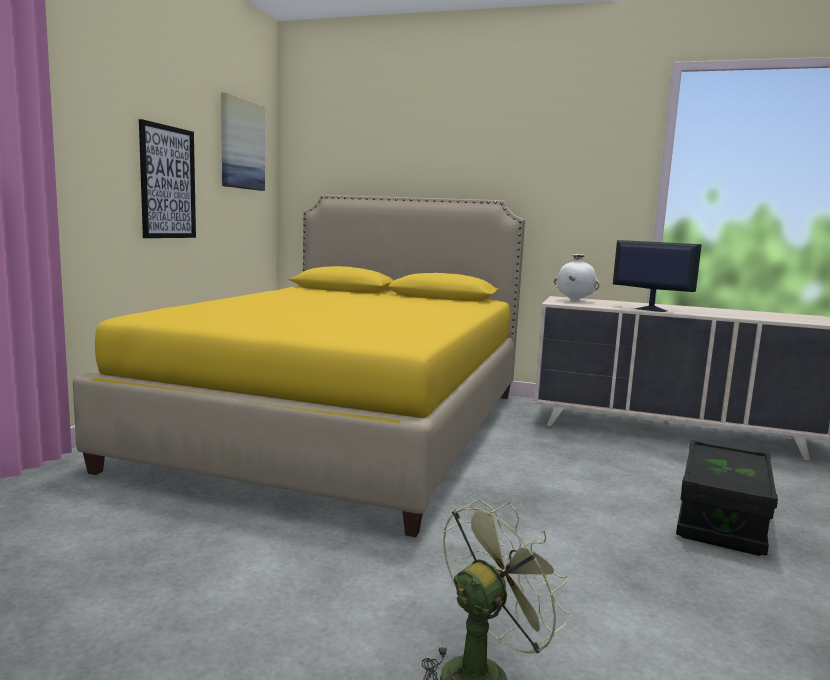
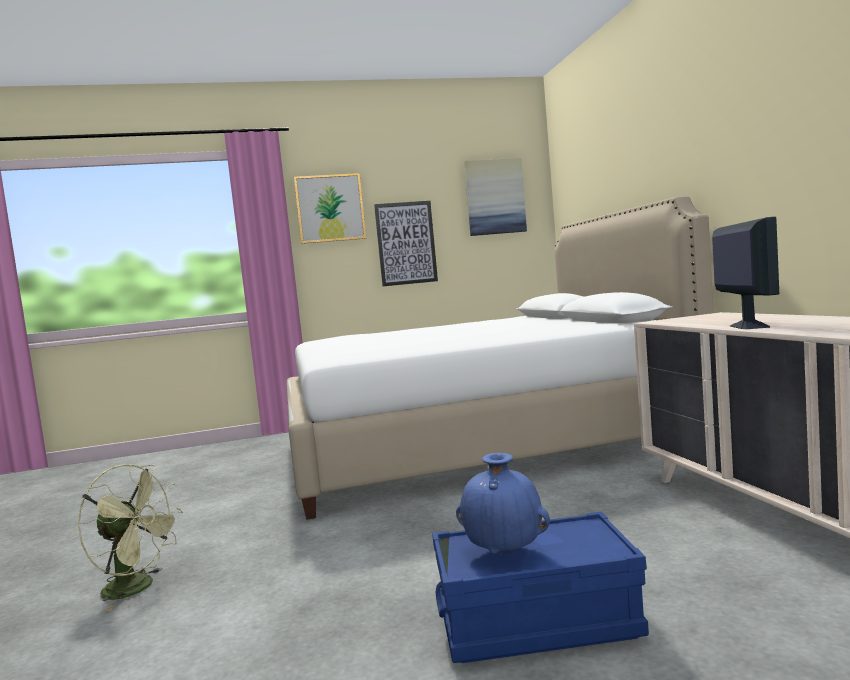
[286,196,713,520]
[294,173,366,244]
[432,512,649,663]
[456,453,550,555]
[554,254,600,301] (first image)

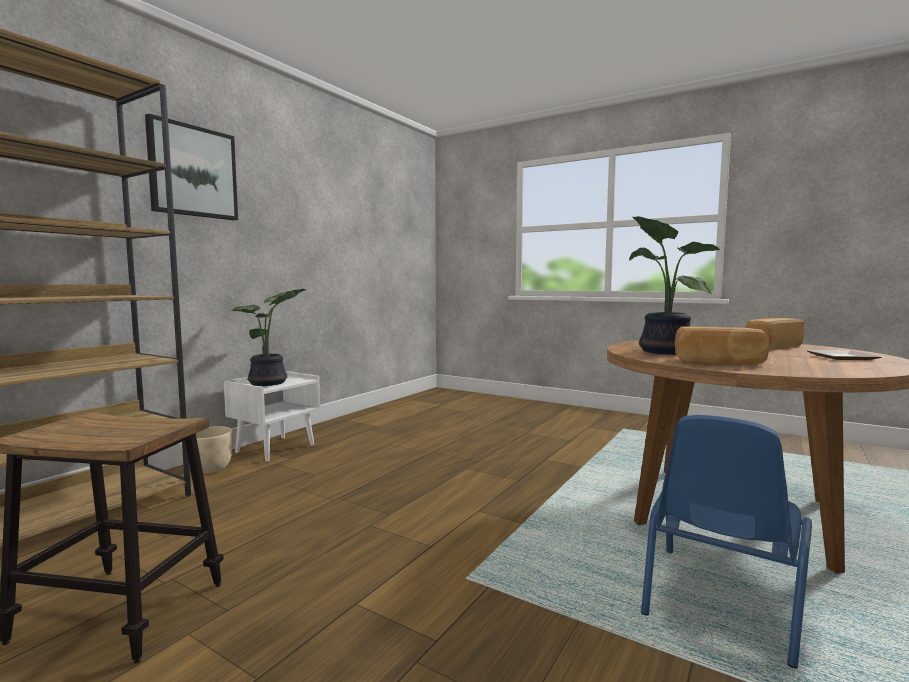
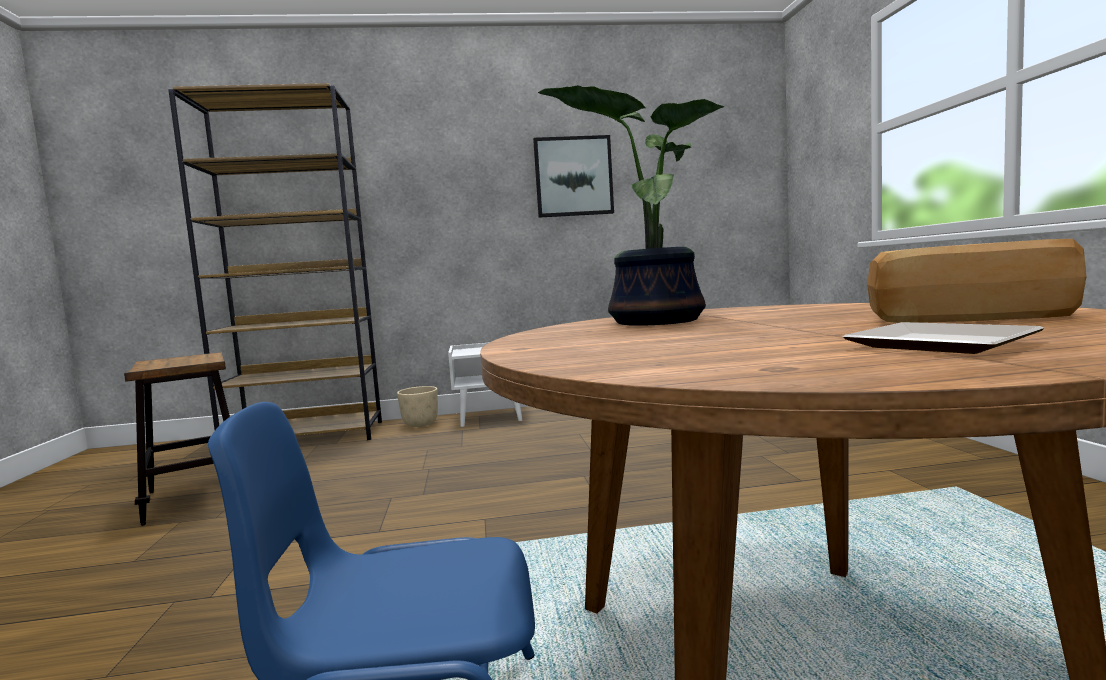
[533,135,614,218]
[230,289,306,386] (first image)
[675,326,769,365] (first image)

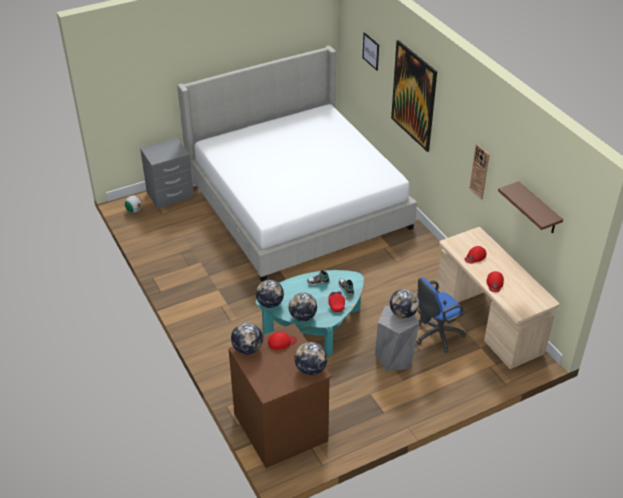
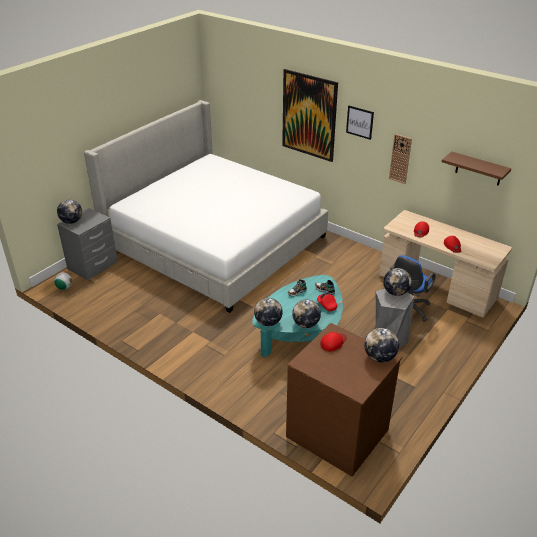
[57,199,82,224]
[346,106,374,140]

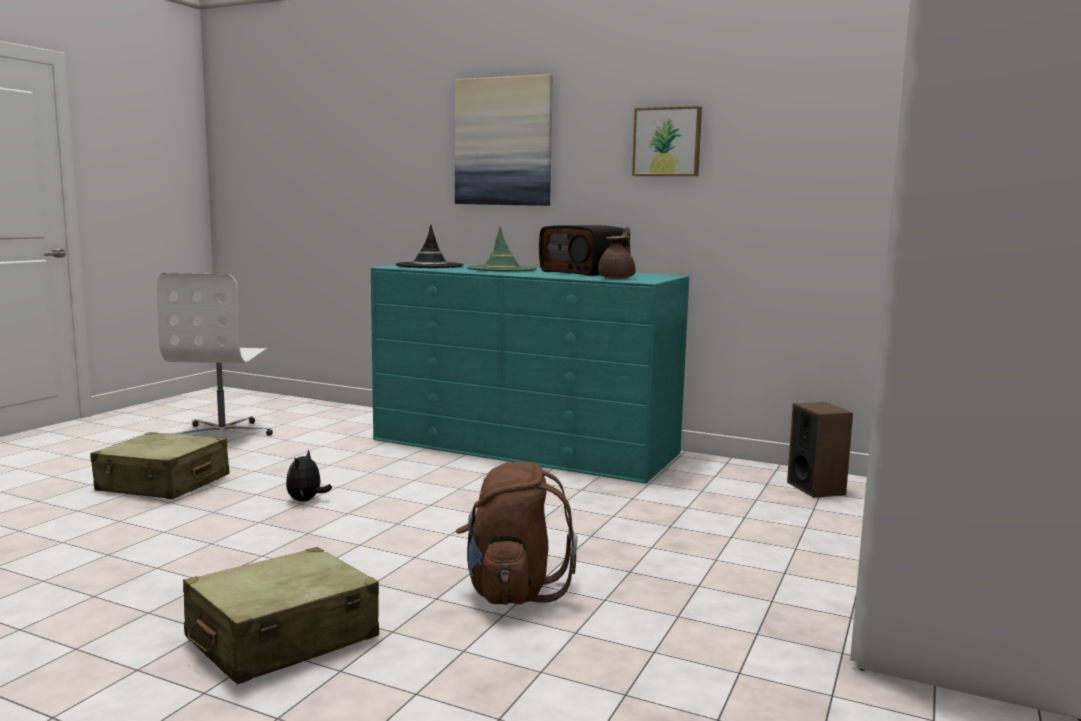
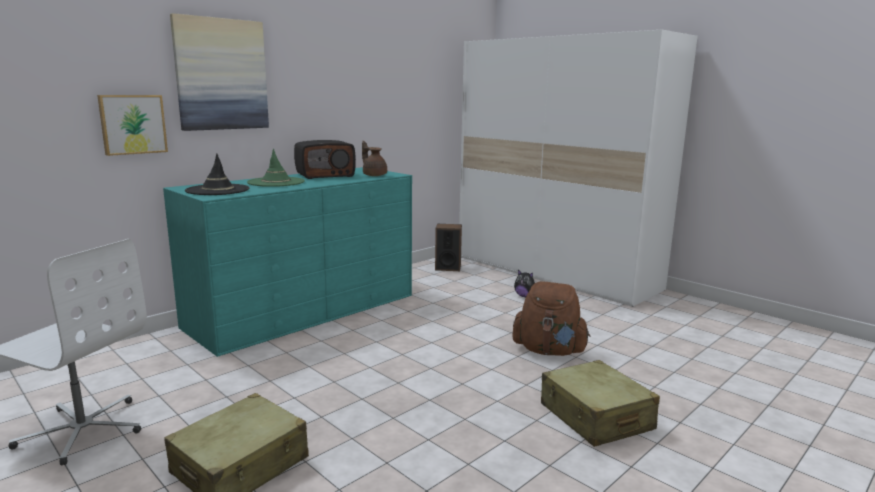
[97,95,168,156]
[514,270,535,297]

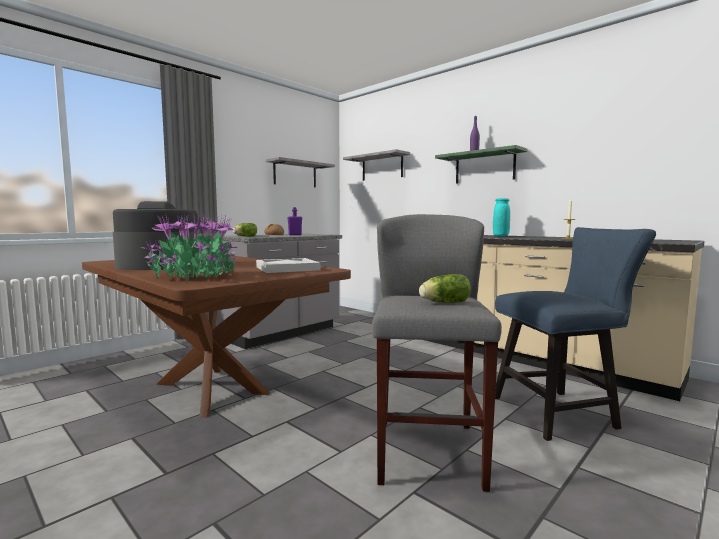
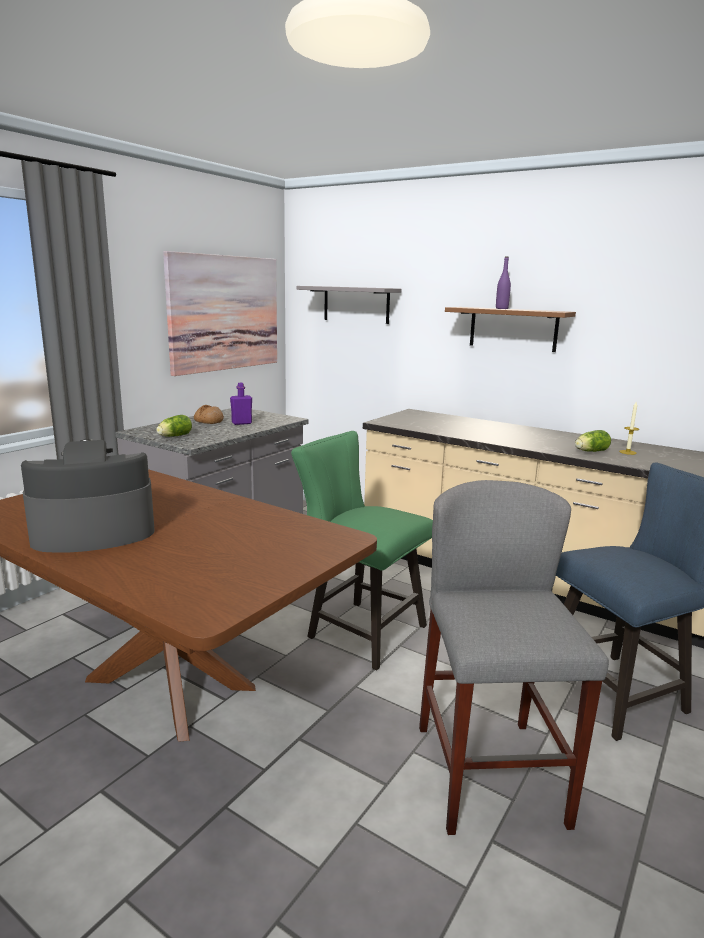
[163,251,277,376]
[291,431,433,671]
[445,307,576,352]
[575,430,611,452]
[142,214,238,281] (first image)
[256,258,320,273] (first image)
[493,198,510,236] (first image)

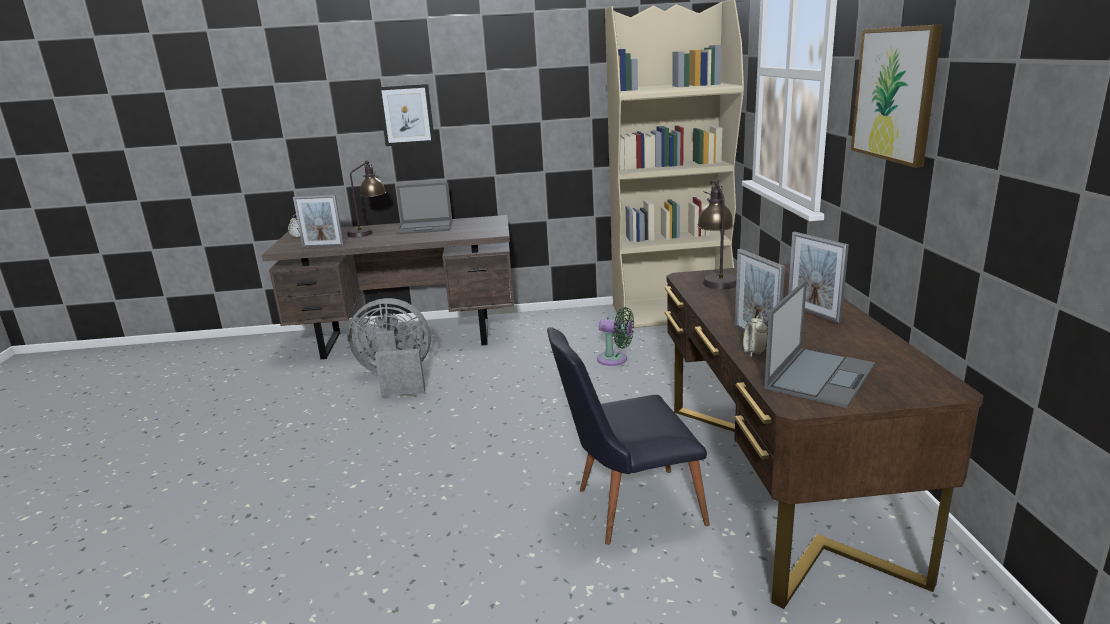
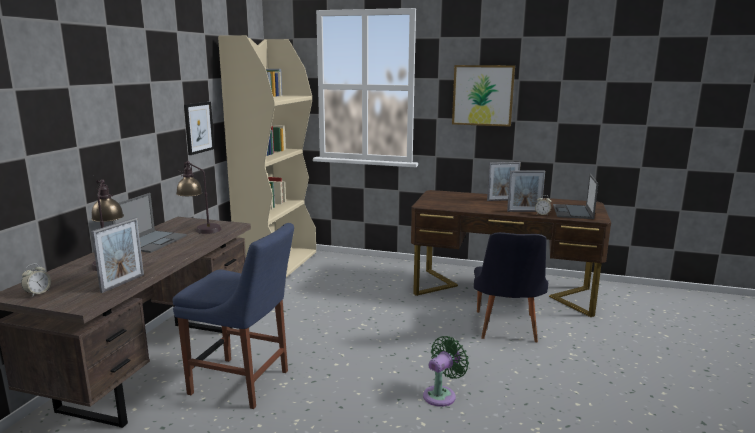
[173,223,294,409]
[176,161,221,234]
[184,102,215,155]
[423,336,469,407]
[553,174,598,219]

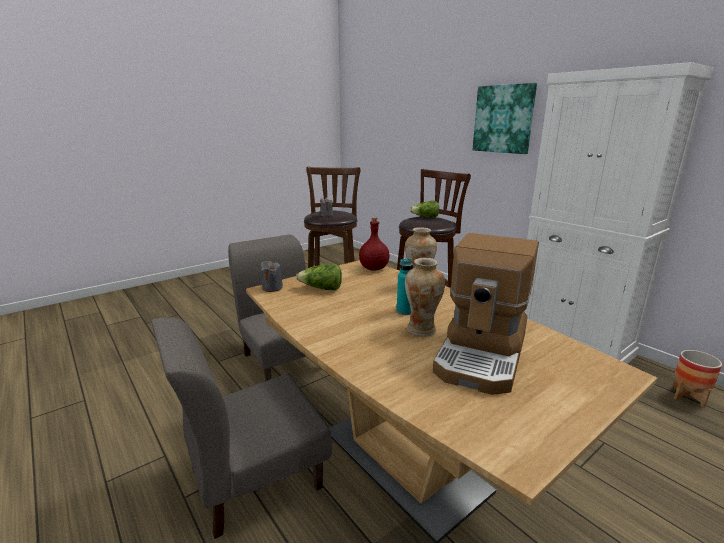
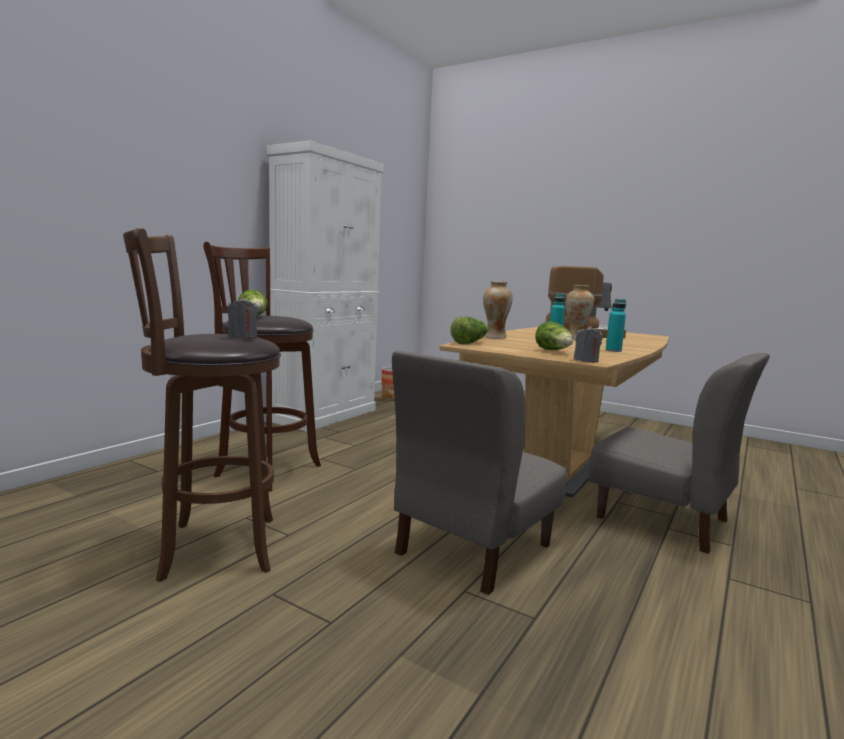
[450,317,488,344]
[606,299,626,352]
[473,83,537,154] (first image)

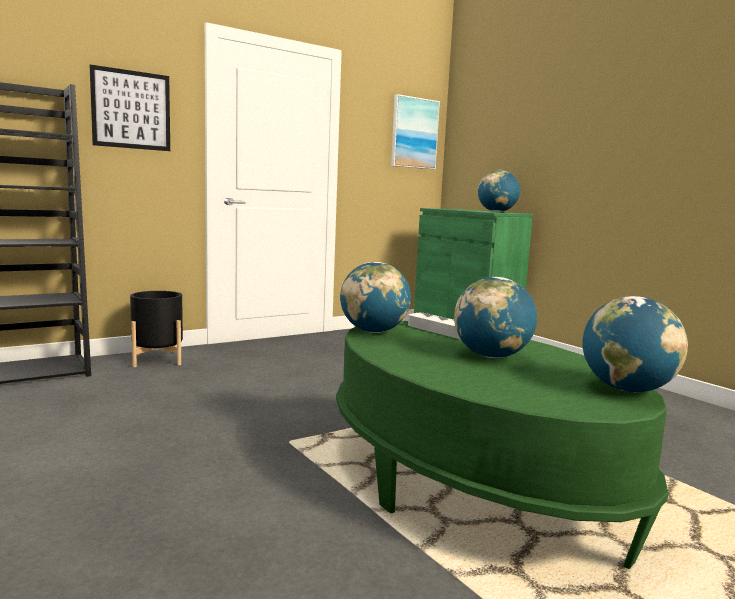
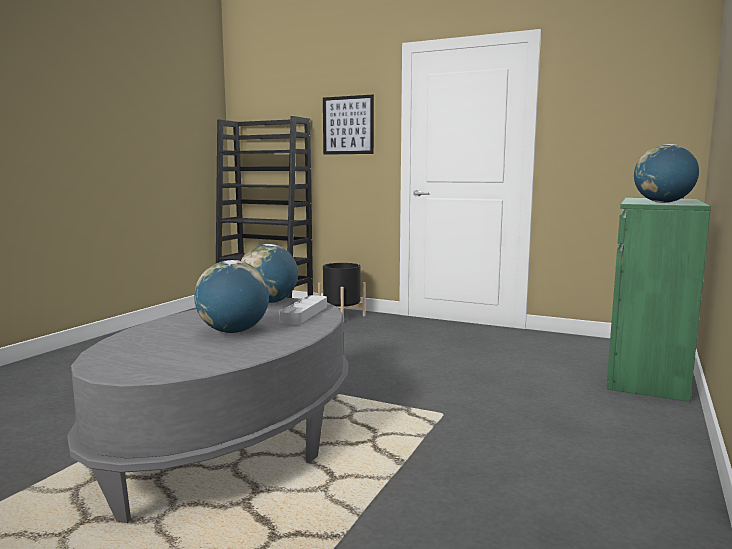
[67,298,349,523]
[391,94,440,169] (first image)
[582,296,688,392] (first image)

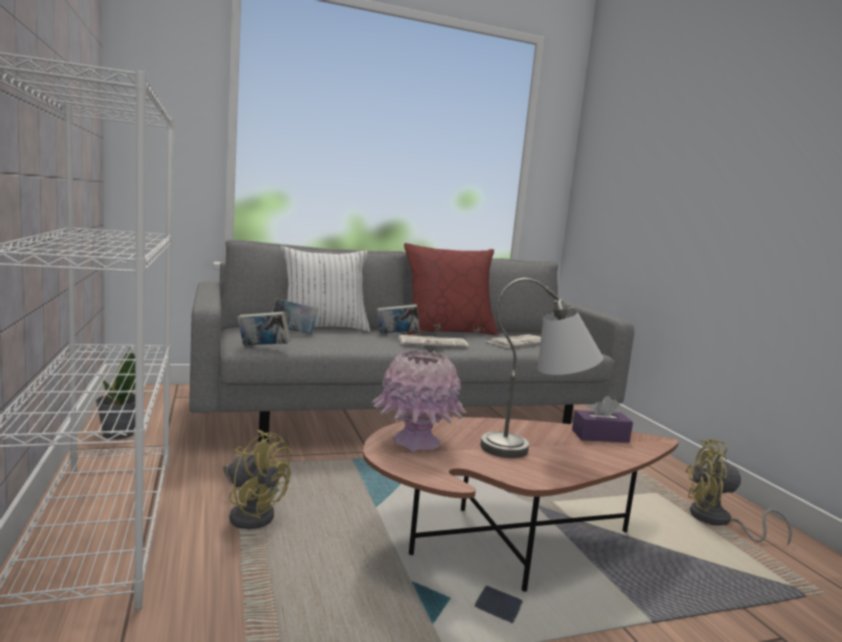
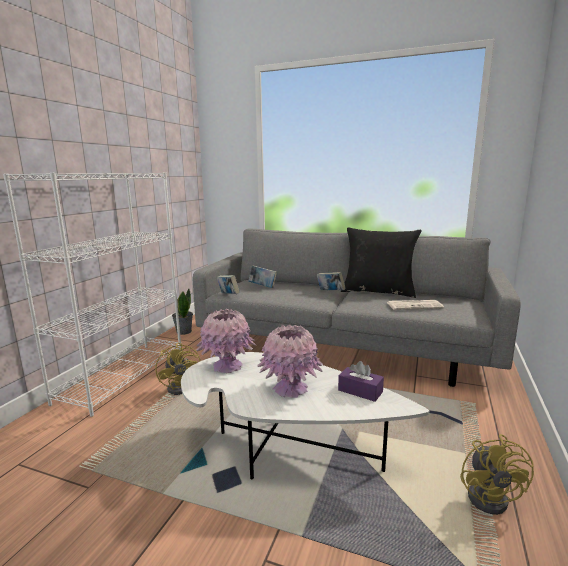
[181,352,429,479]
[257,325,323,398]
[341,227,421,298]
[460,434,534,515]
[281,246,370,332] (first image)
[398,335,469,348] (first image)

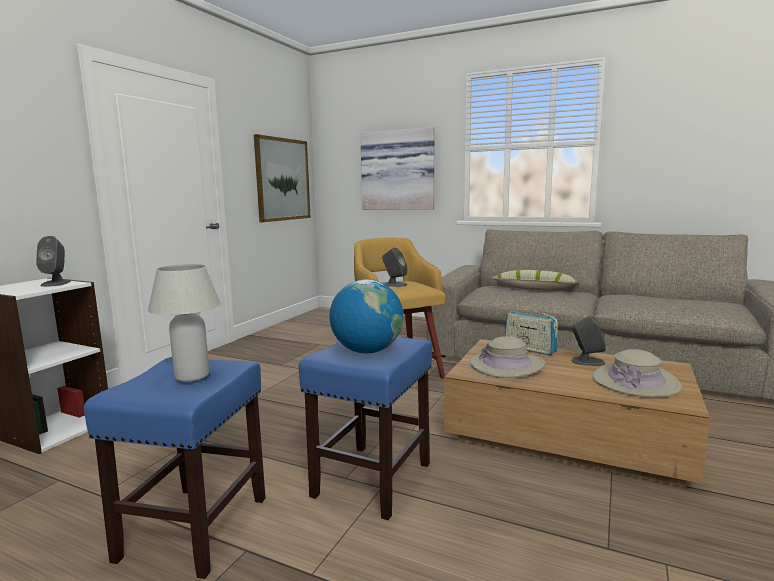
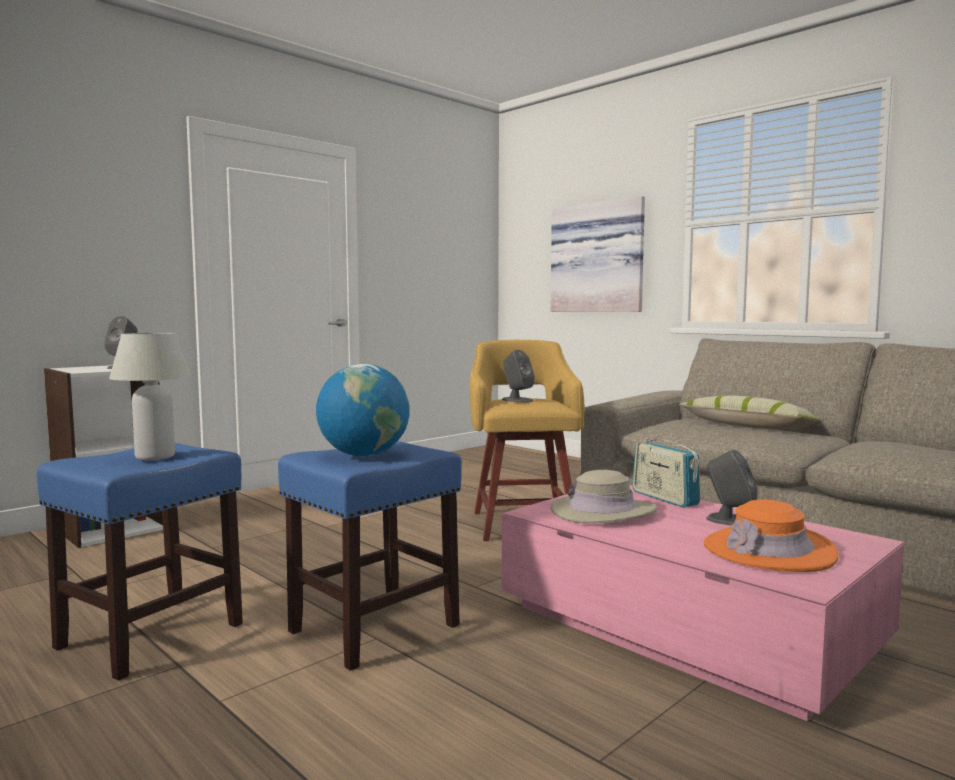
[502,485,904,721]
[704,499,839,572]
[254,134,311,222] (first image)

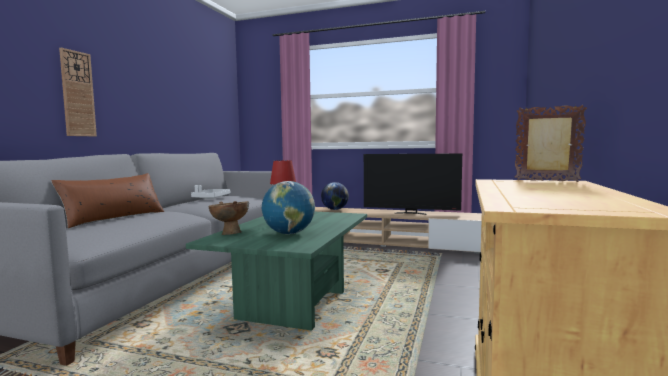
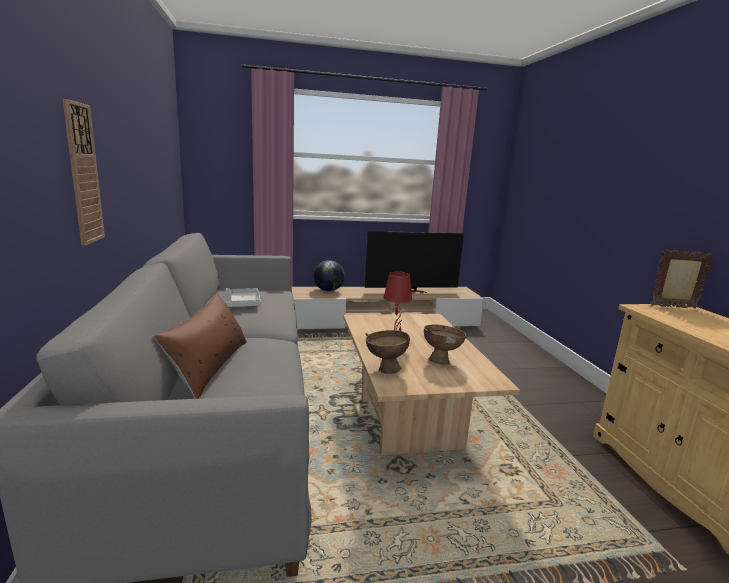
[343,314,520,455]
[424,325,466,365]

